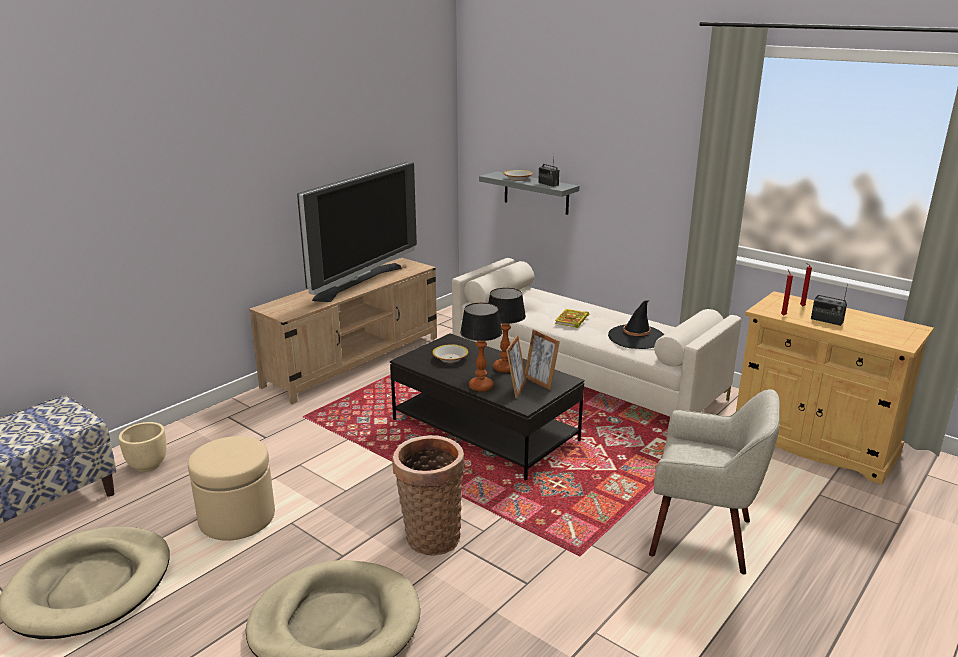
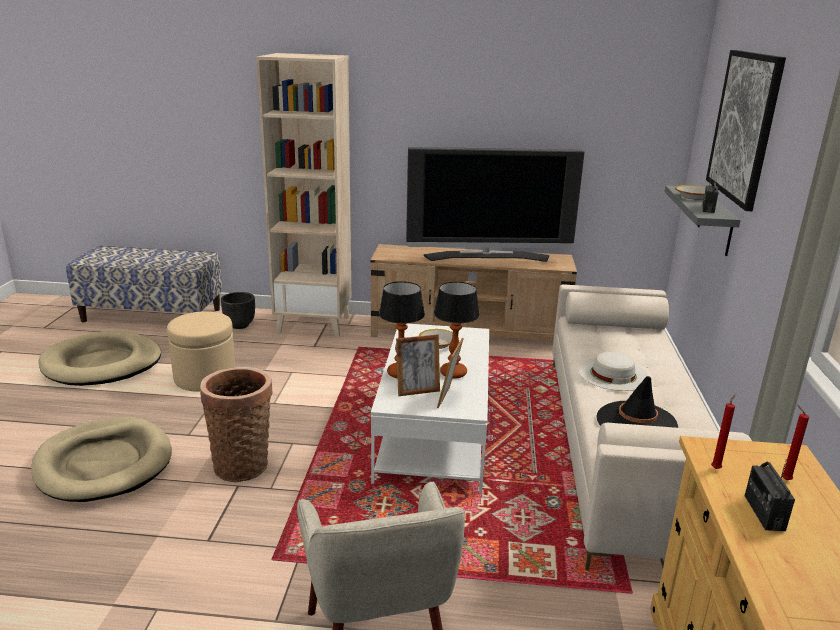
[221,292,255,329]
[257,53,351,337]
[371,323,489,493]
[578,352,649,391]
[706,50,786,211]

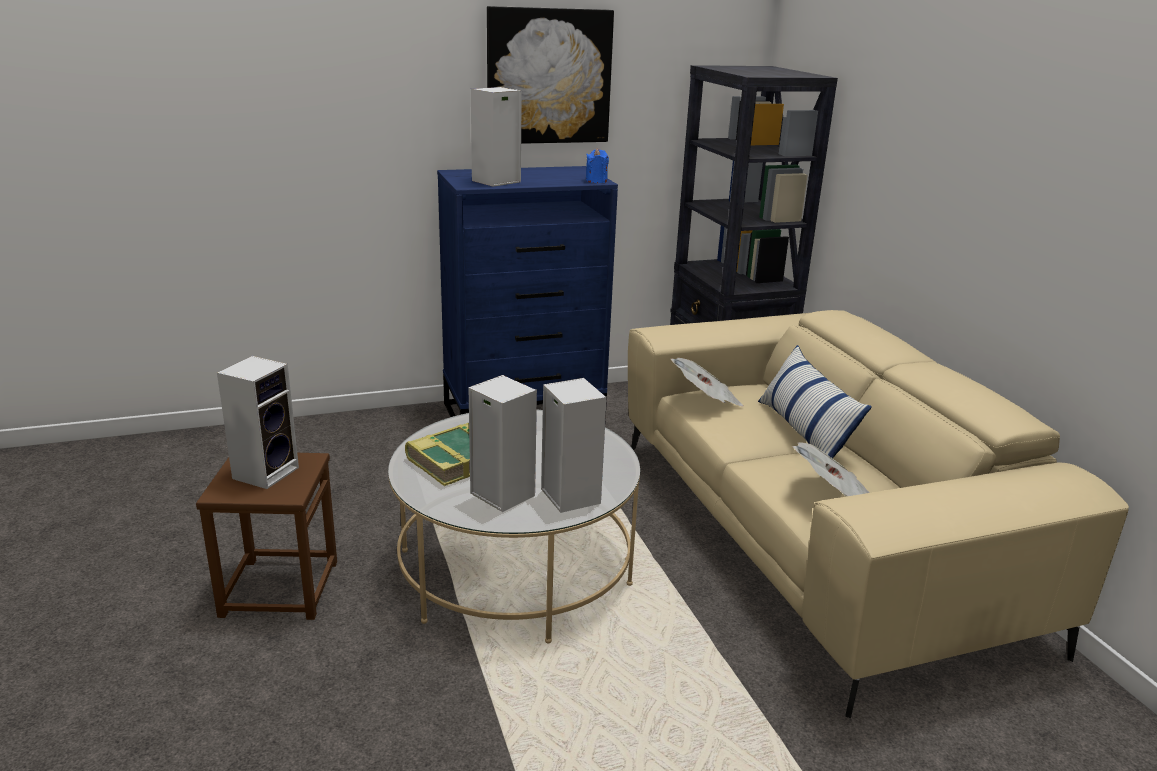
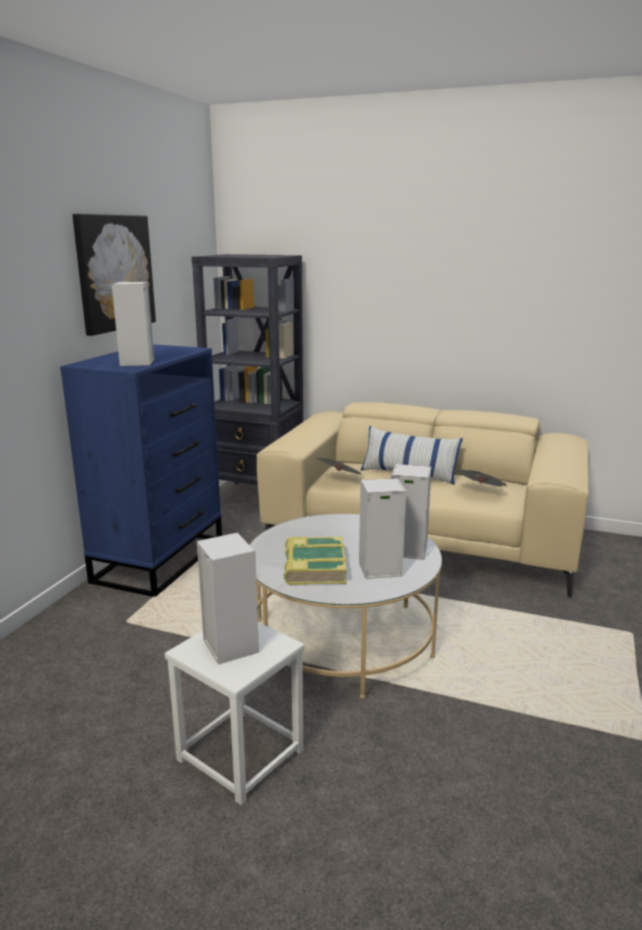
[165,622,305,805]
[586,148,609,183] (first image)

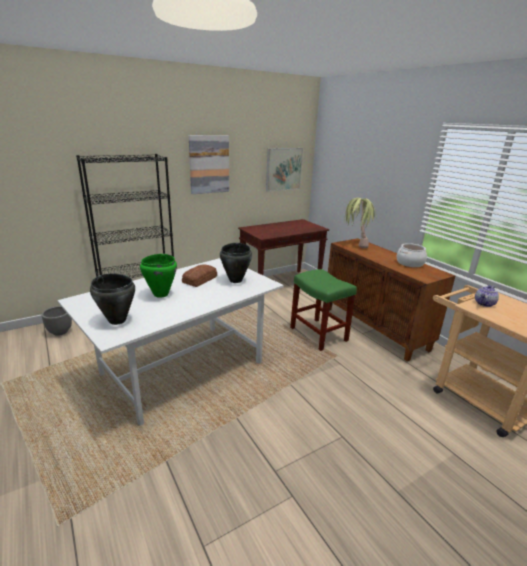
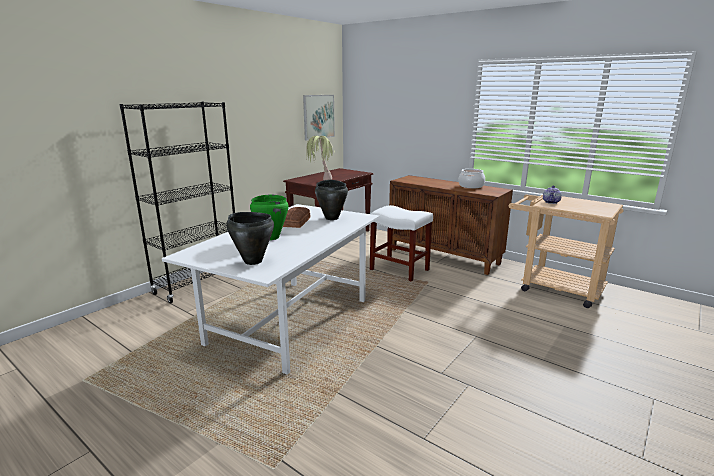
[306,136,335,180]
[370,205,433,281]
[41,306,72,336] (first image)
[189,135,229,194] (first image)

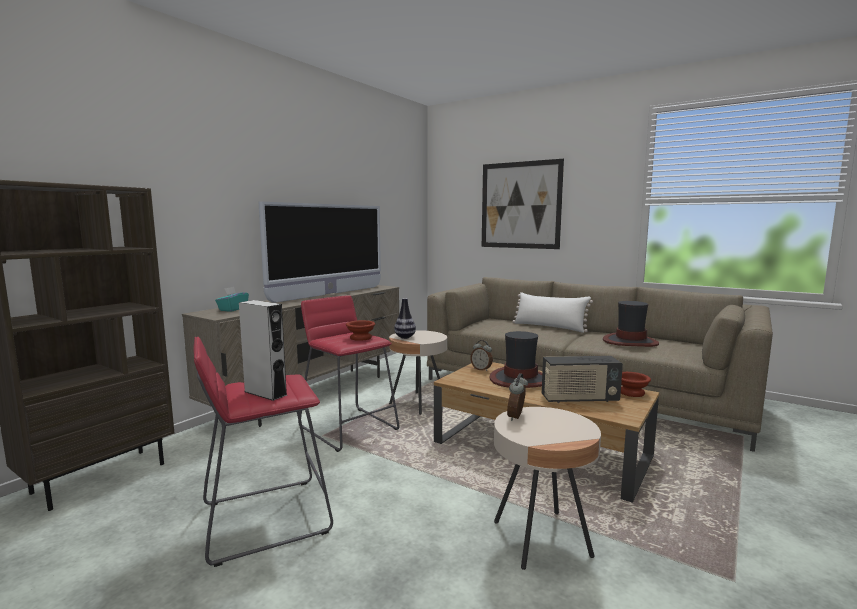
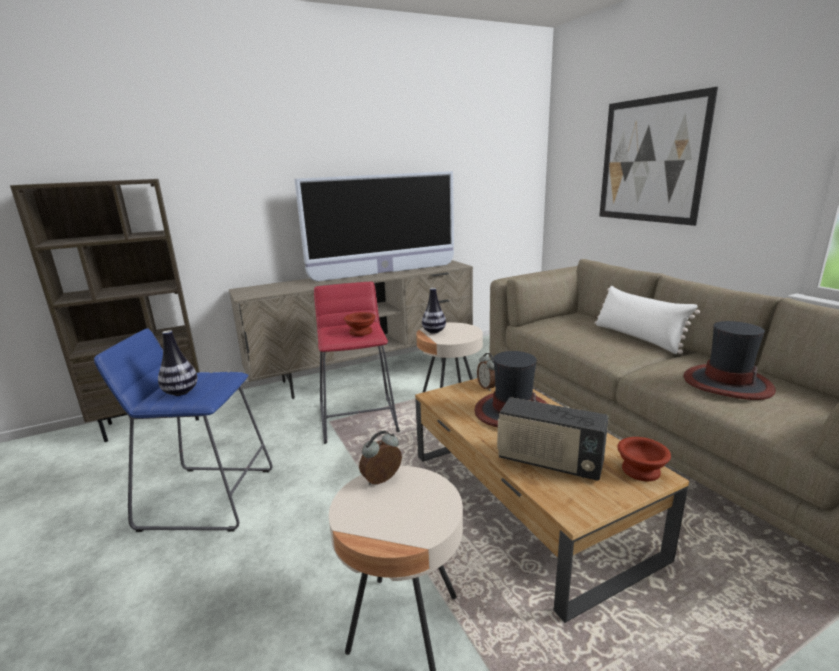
[94,328,273,532]
[158,330,198,396]
[215,287,249,312] (first image)

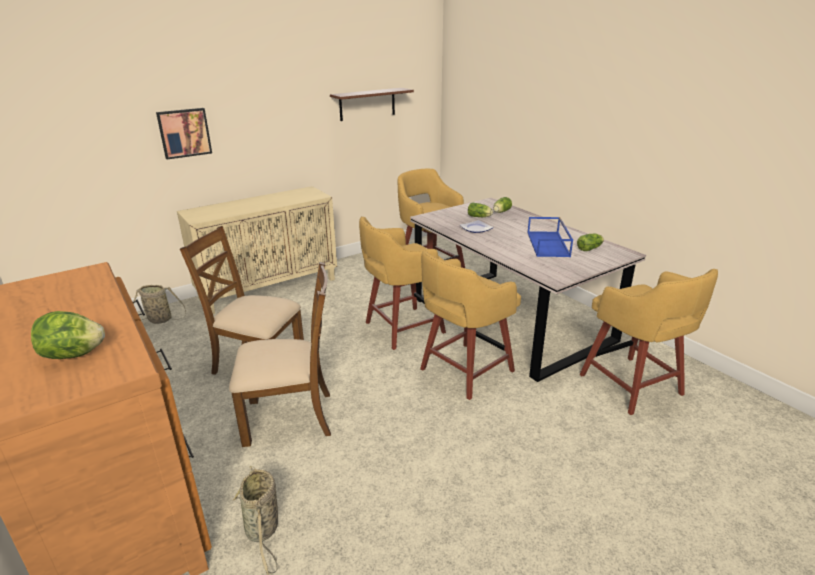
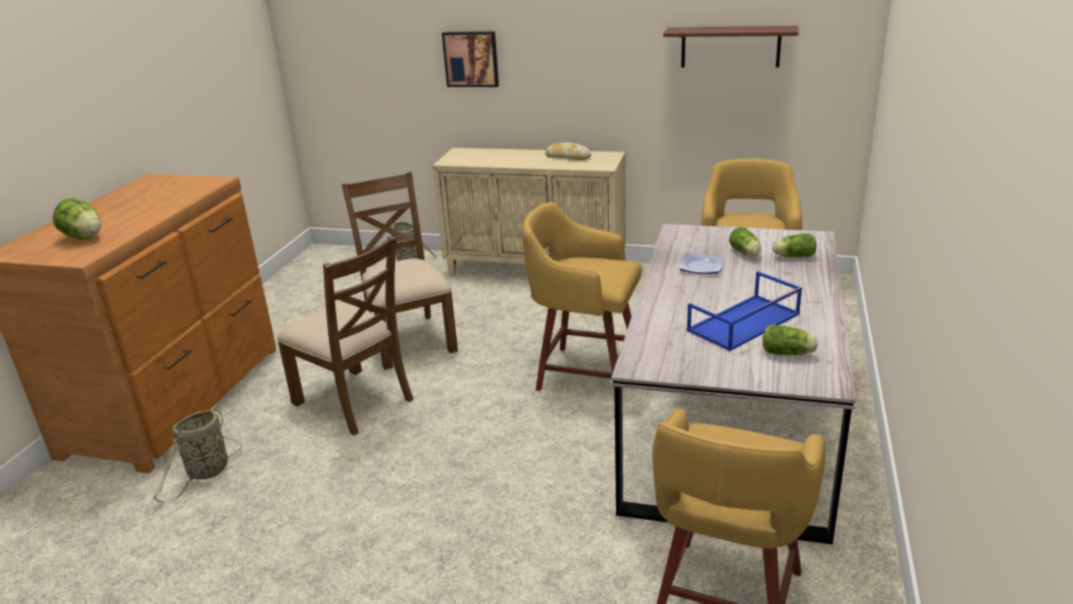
[545,142,591,160]
[420,251,521,400] (first image)

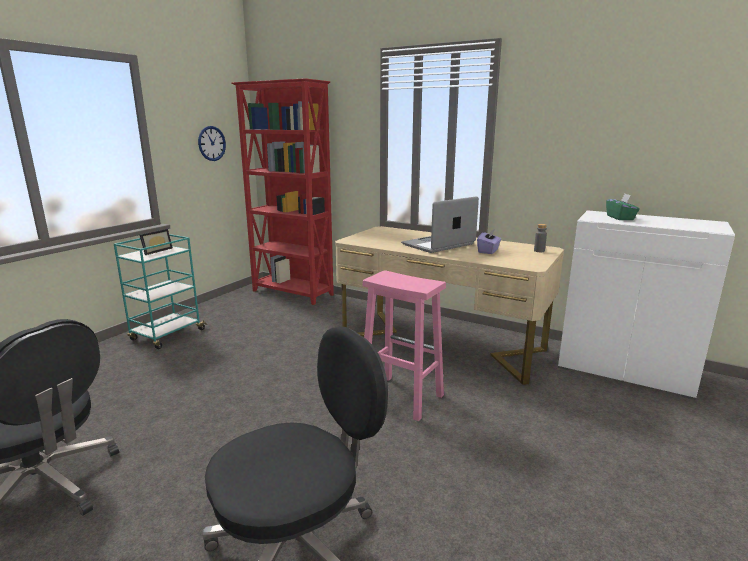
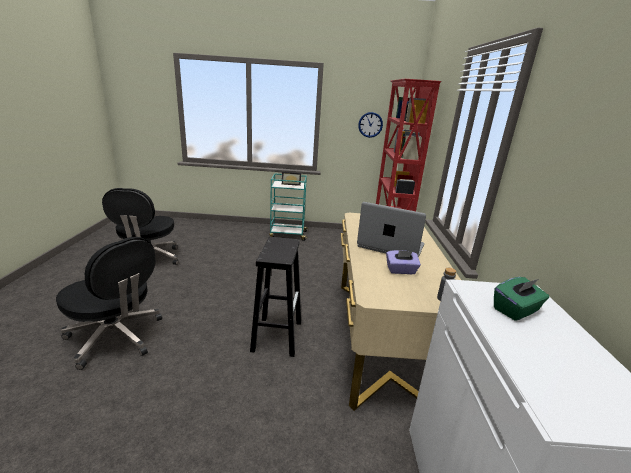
[250,237,301,357]

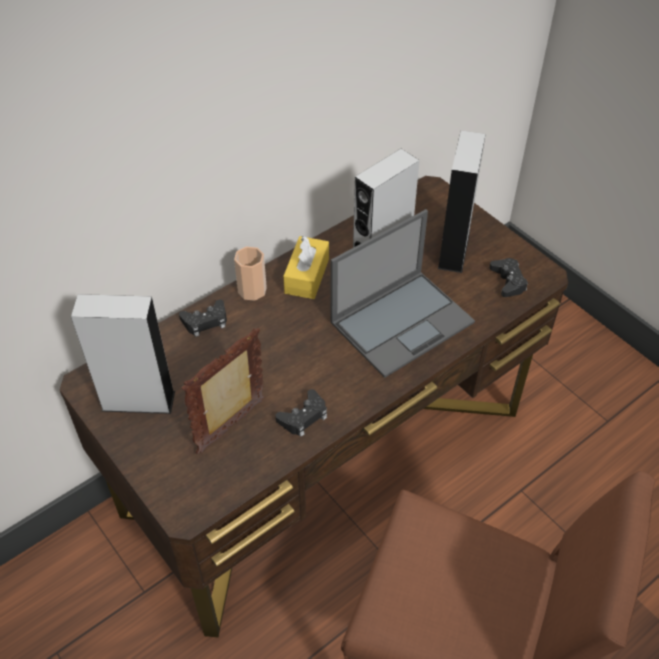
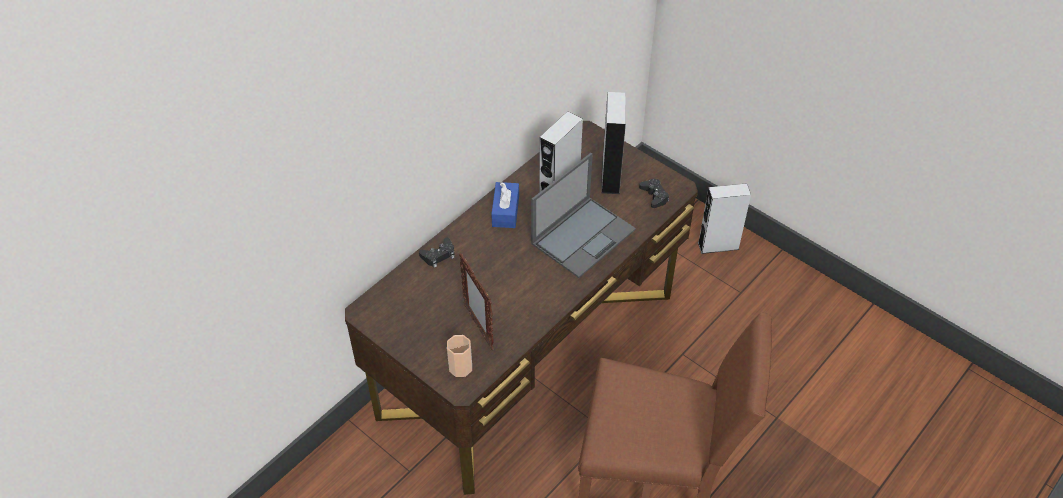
[447,335,472,377]
[459,253,494,350]
[491,182,519,228]
[698,183,751,254]
[275,389,327,437] (first image)

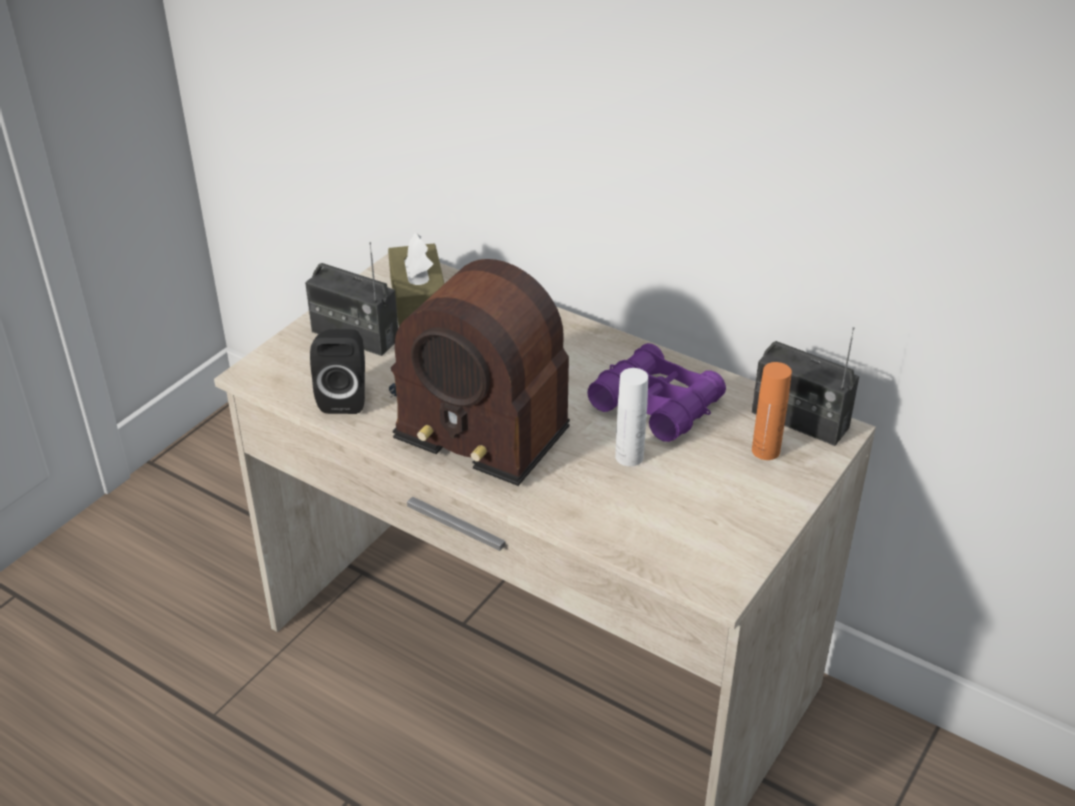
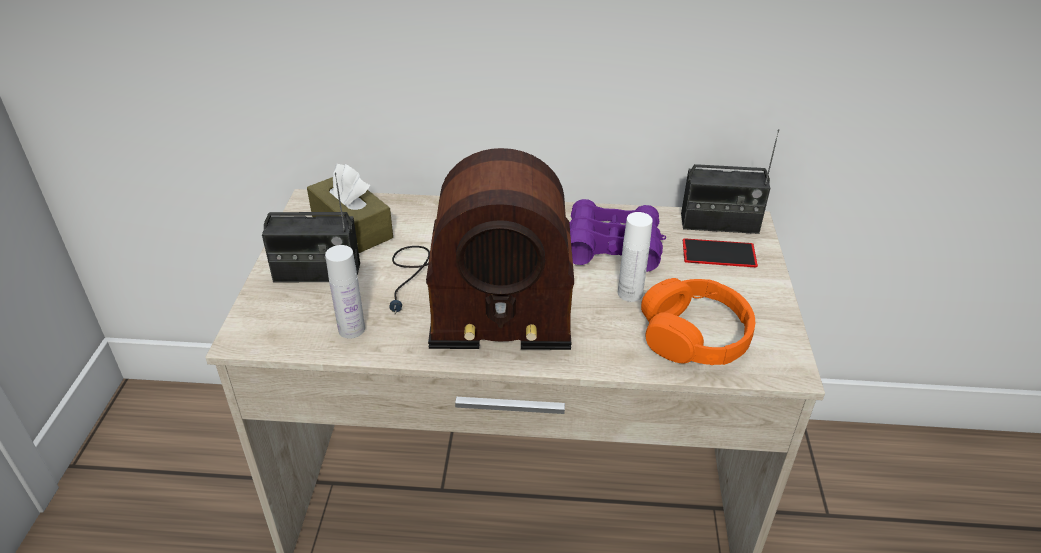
[325,245,365,338]
[641,278,755,365]
[683,238,758,267]

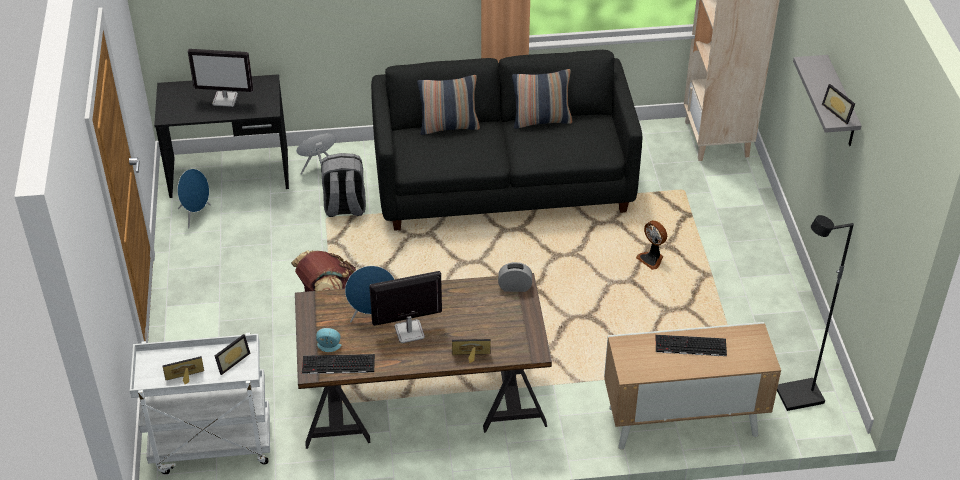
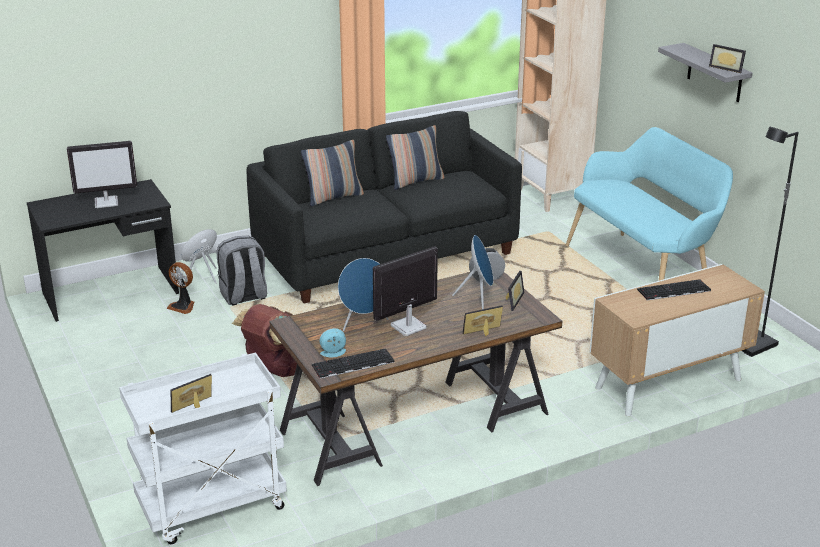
[167,262,194,314]
[452,235,493,309]
[506,271,525,311]
[566,127,733,281]

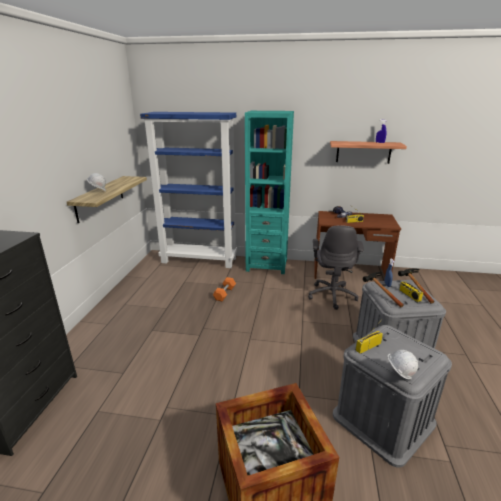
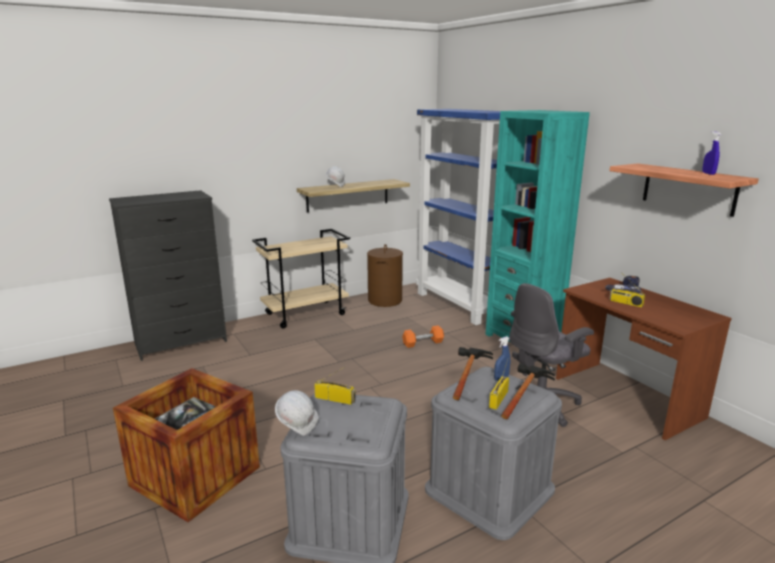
[252,229,350,328]
[367,244,403,307]

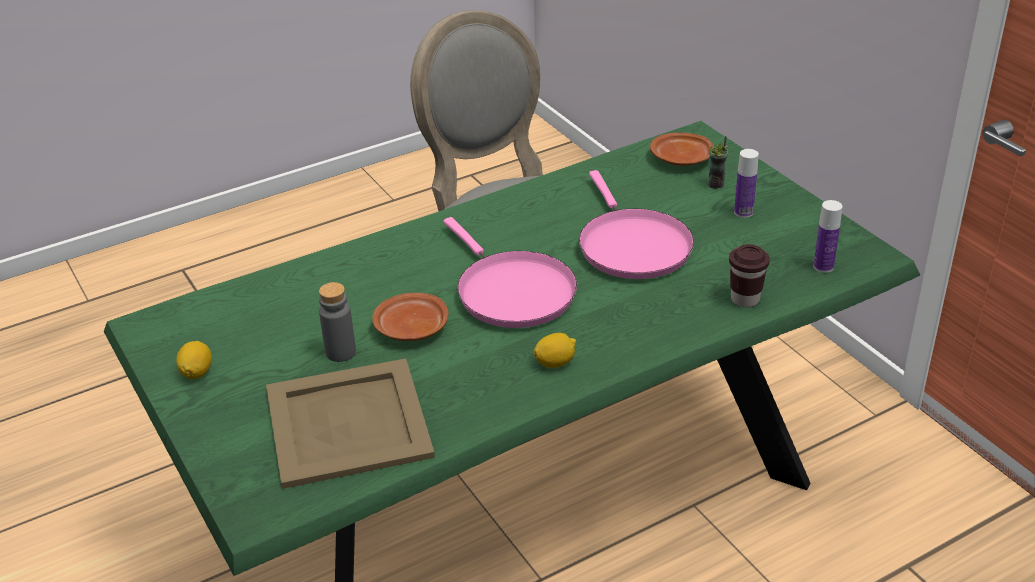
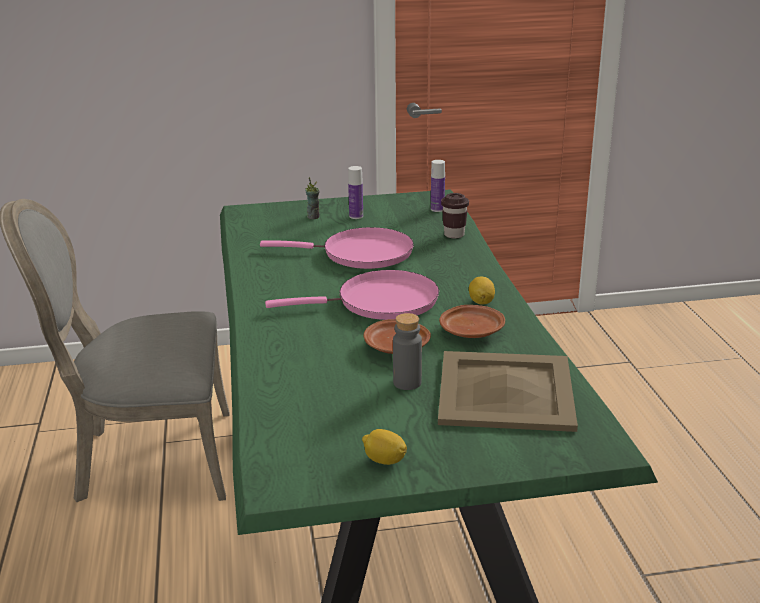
[439,305,505,338]

